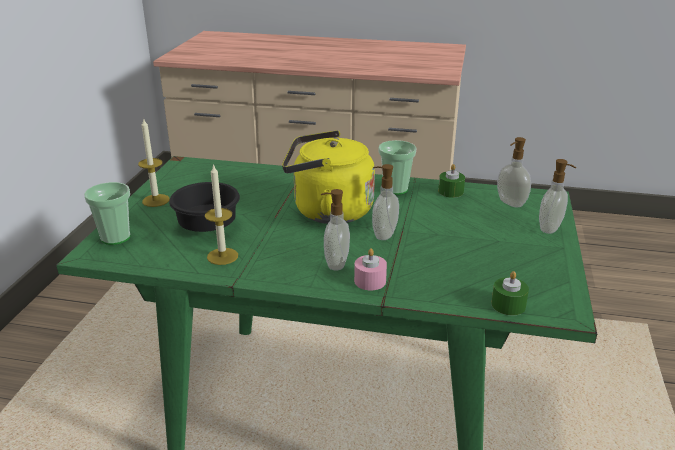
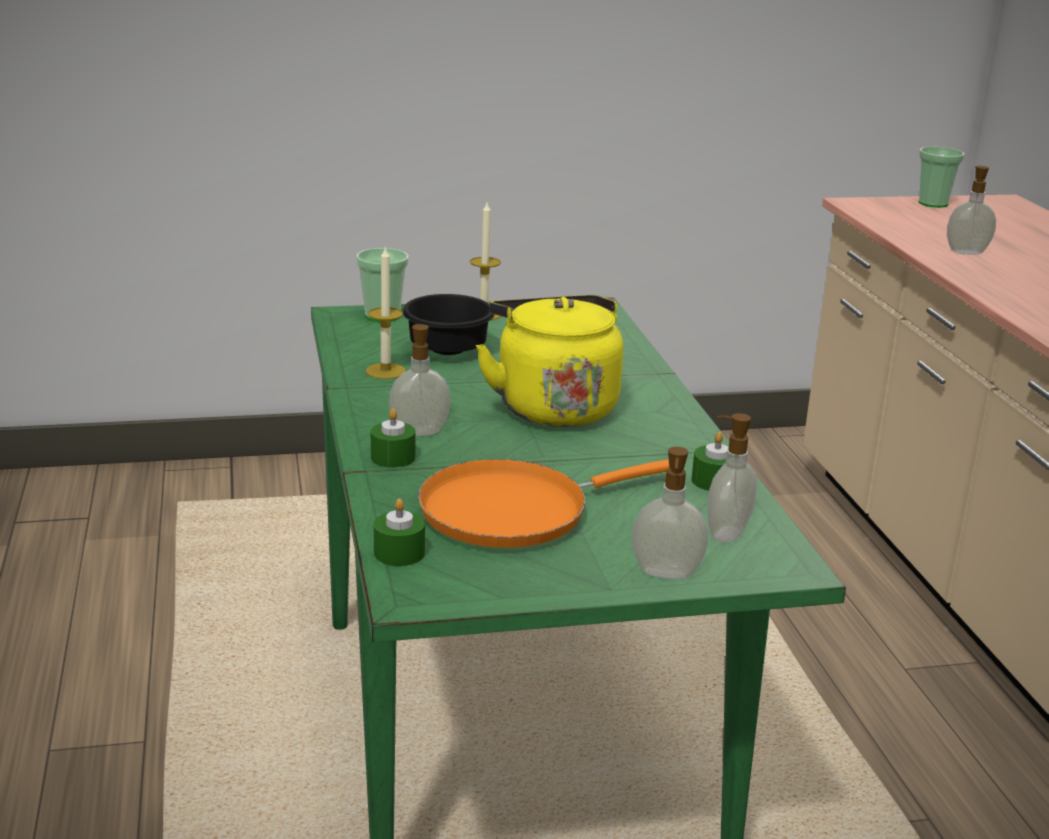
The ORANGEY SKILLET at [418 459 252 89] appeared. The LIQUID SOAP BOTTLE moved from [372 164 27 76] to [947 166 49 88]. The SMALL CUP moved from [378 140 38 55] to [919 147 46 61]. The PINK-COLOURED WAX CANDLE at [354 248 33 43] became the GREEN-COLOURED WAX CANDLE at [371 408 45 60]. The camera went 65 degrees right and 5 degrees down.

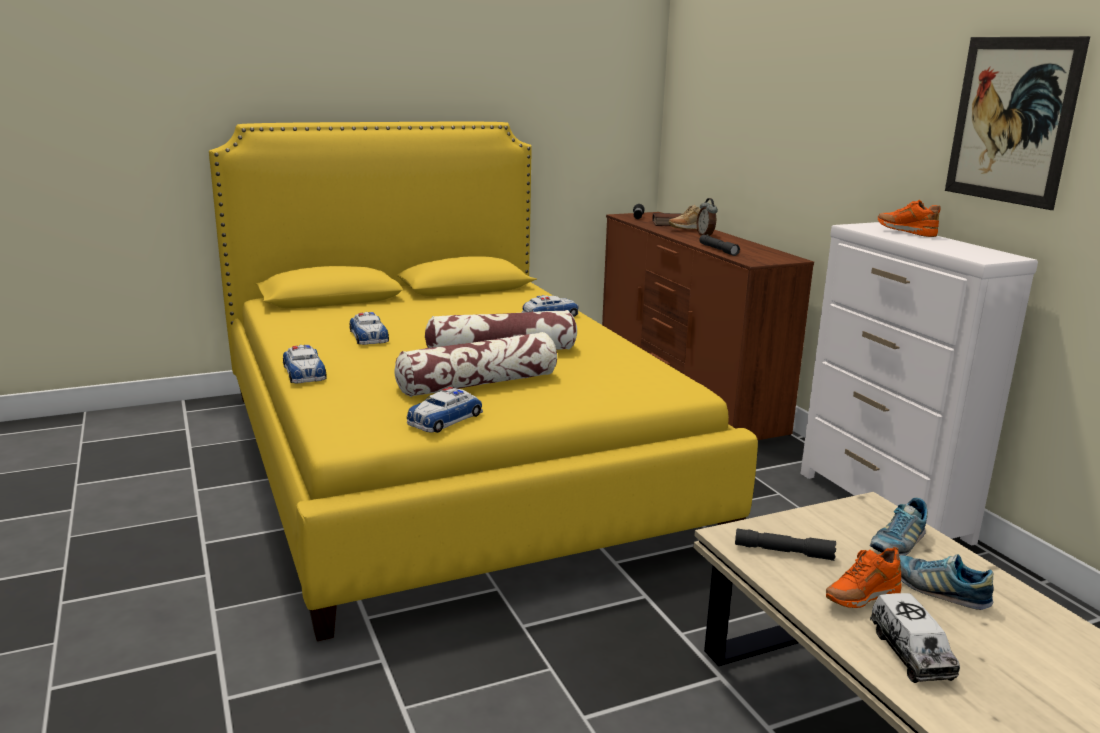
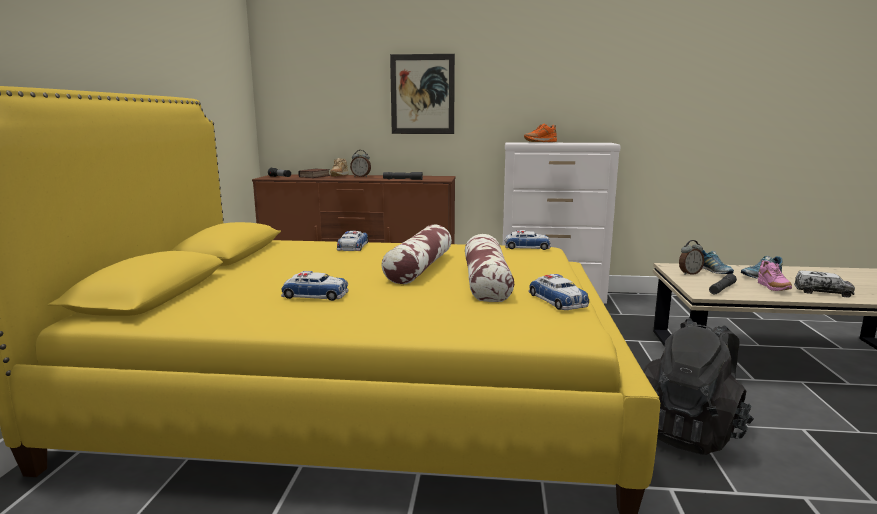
The BLACK-COLOURED RUCKSACK at [643 318 111 137] appeared. The TABLE CLOCK at [679 240 25 35] appeared. The MINIATURE CAR moved from [283 345 44 38] to [504 230 47 20]. The PICTURE moved from [945 36 145 174] to [390 54 65 80]. The ORANGEY LOW SHOE at [826 547 75 61] became the PINK-COLOURED LOW SHOE at [758 260 34 31]. The camera went 60 degrees left and 5 degrees down.

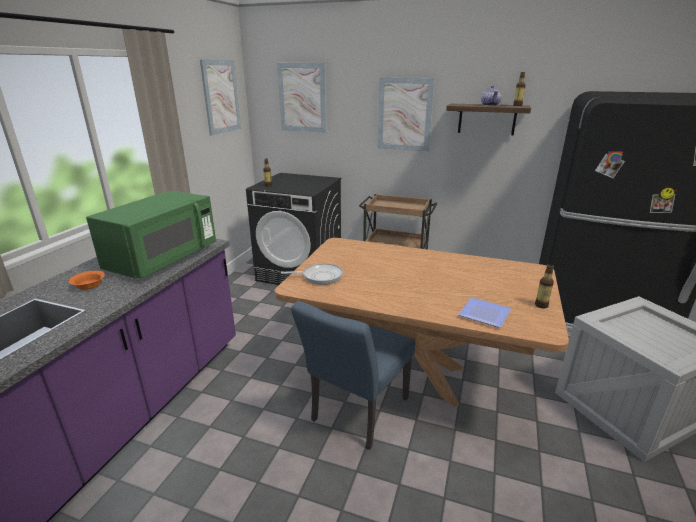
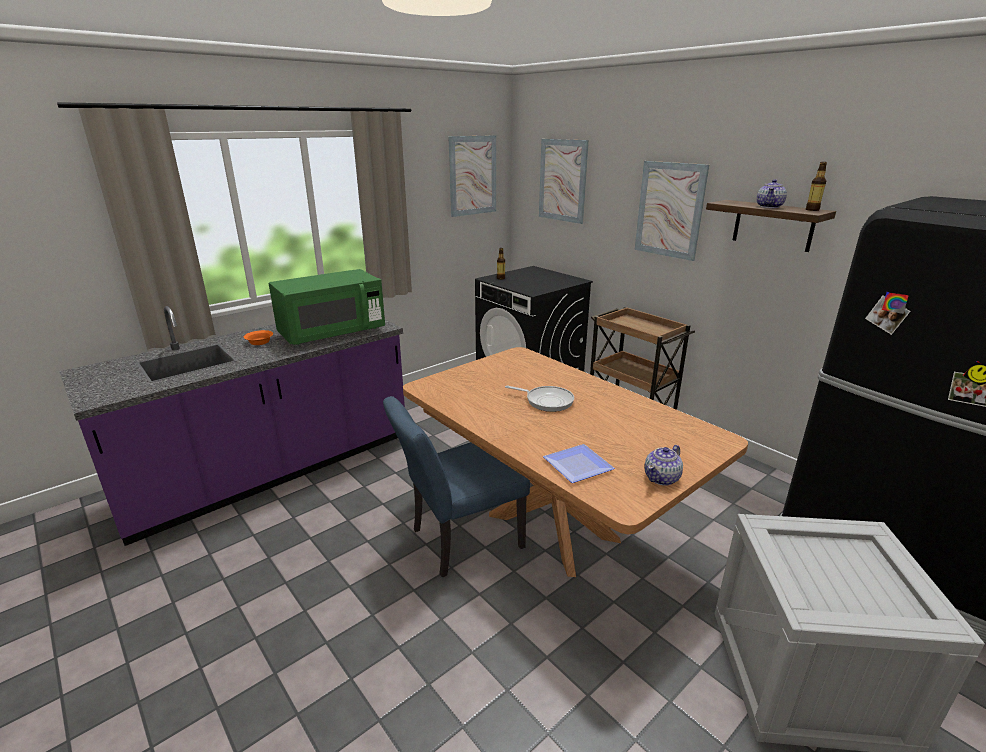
The SKILLET moved from [281 263 62 22] to [505 385 69 27]. The BEVERAGE BOTTLE at [535 264 19 44] was replaced by the POT FOR TEA at [644 445 39 41]. The camera went 30 degrees right and 0 degrees up.

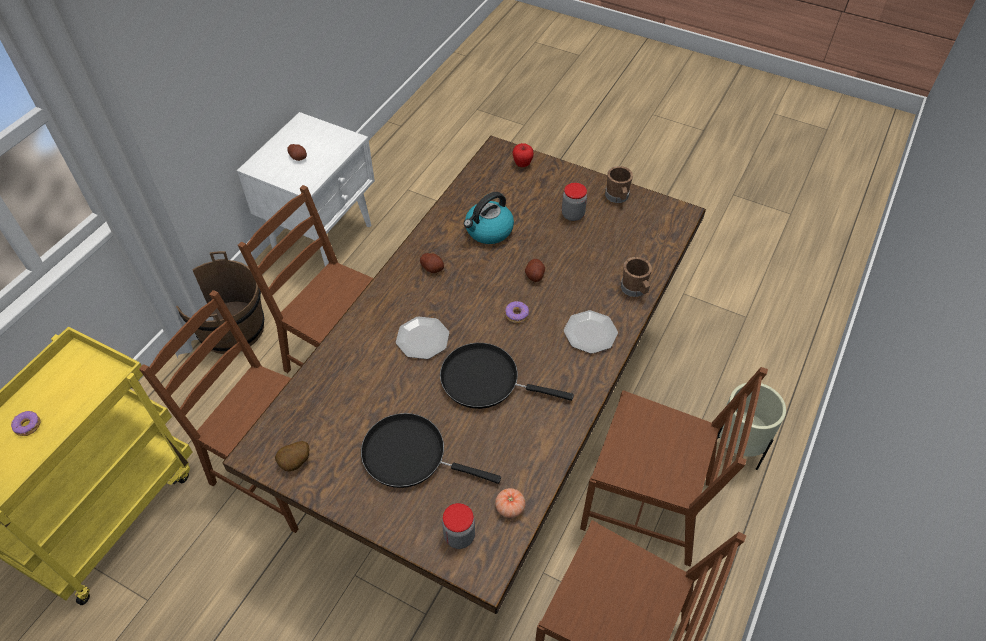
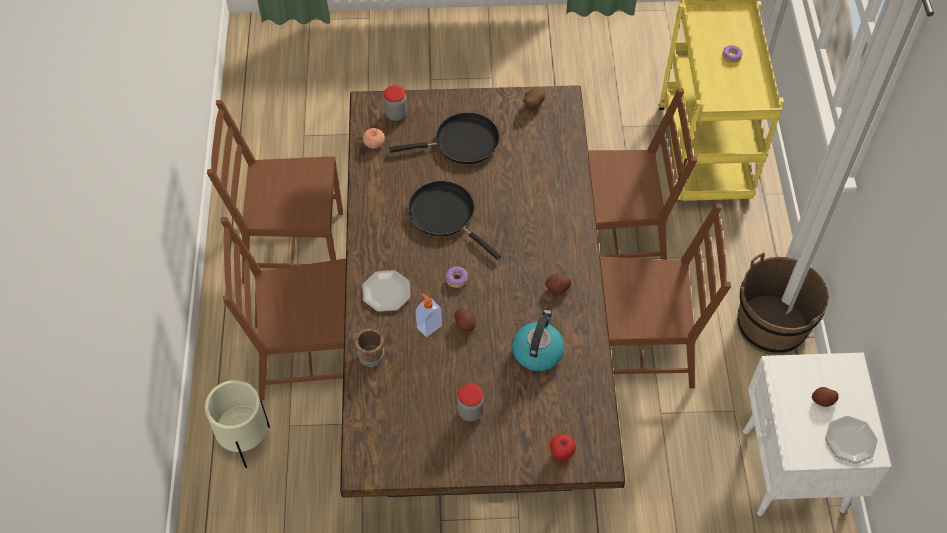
The BROWN TEA MUG at [605 166 28 37] disappeared. The LIQUID SOAP BOTTLE at [416 293 26 44] appeared. The FLAT DISH moved from [396 316 53 43] to [825 416 53 48]. The BLACK-COLOURED SKILLET at [440 343 134 66] turned 120 degrees counterclockwise. The camera went 150 degrees right and 5 degrees up.

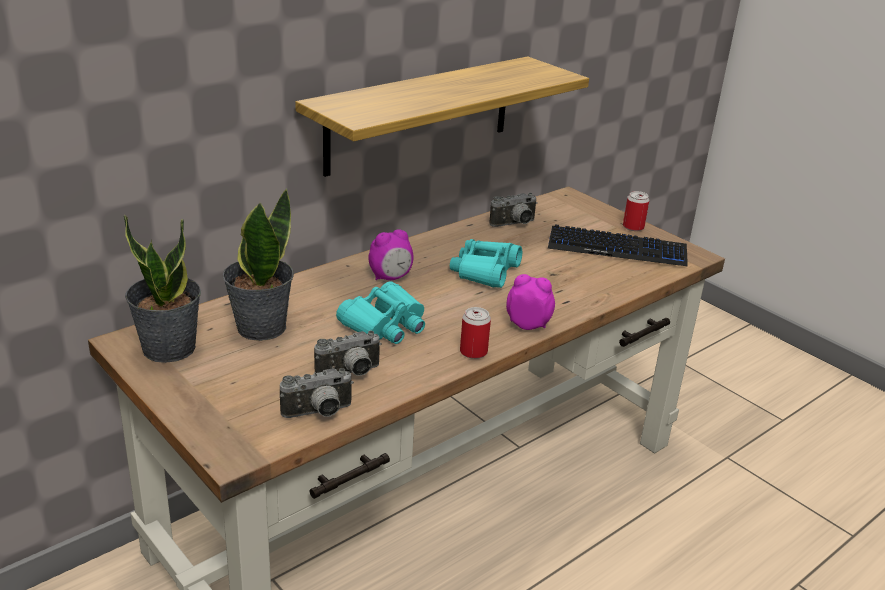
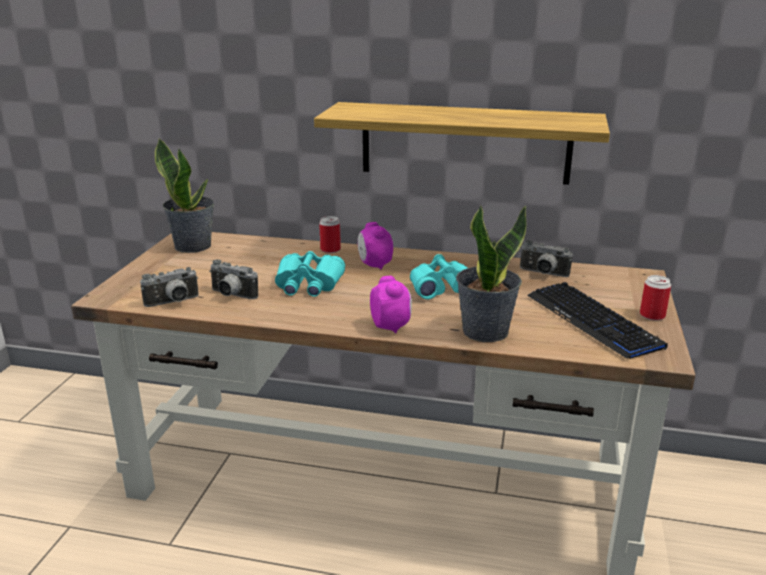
The PLANT IN A POT moved from [223 189 71 152] to [456 205 71 137]. The CAN moved from [460 307 31 52] to [319 216 22 37]. The PHOTO CAMERA at [280 368 74 50] turned 60 degrees counterclockwise. The TABLE CLOCK at [368 229 46 51] turned 45 degrees clockwise. The camera went 55 degrees right and 5 degrees down.

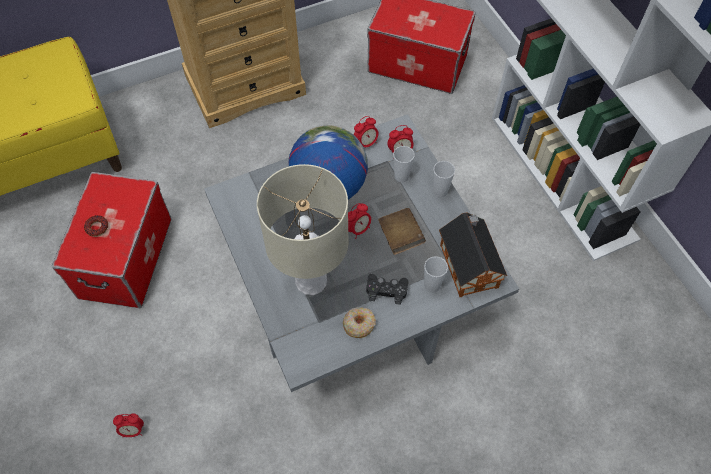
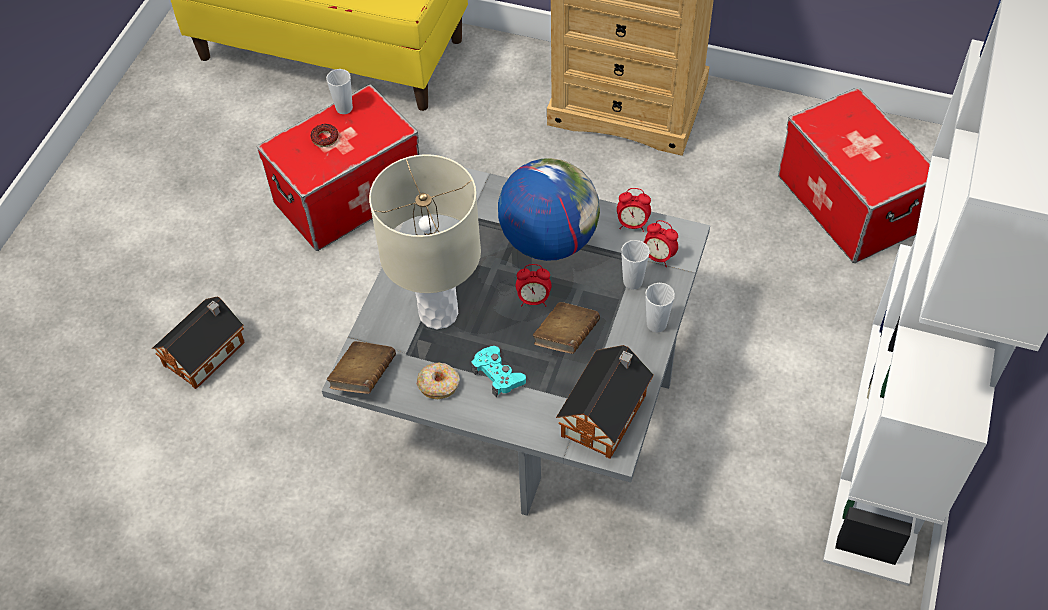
The BROWN BOUND BOOK at [327 341 69 53] appeared. The SMALL CUP moved from [424 256 24 37] to [326 69 27 45]. The TABLE CLOCK at [113 413 31 25] was replaced by the MODEL HOUSE at [152 296 93 93]. The BLACK-COLOURED GAMEPAD at [366 274 42 31] became the TURQUOISE GAMEPAD at [471 346 55 51]. The camera went 45 degrees right and 5 degrees down.

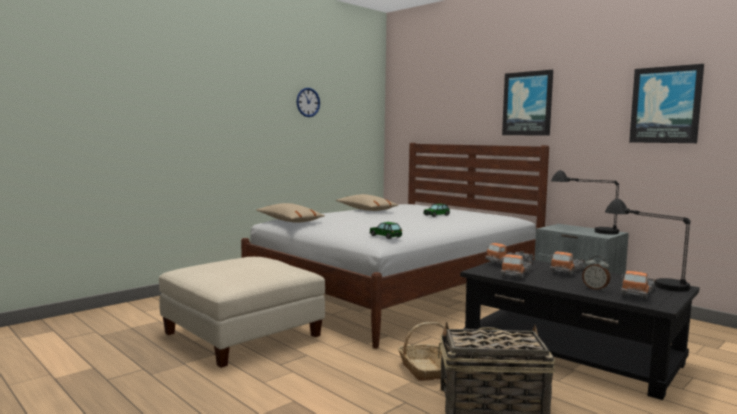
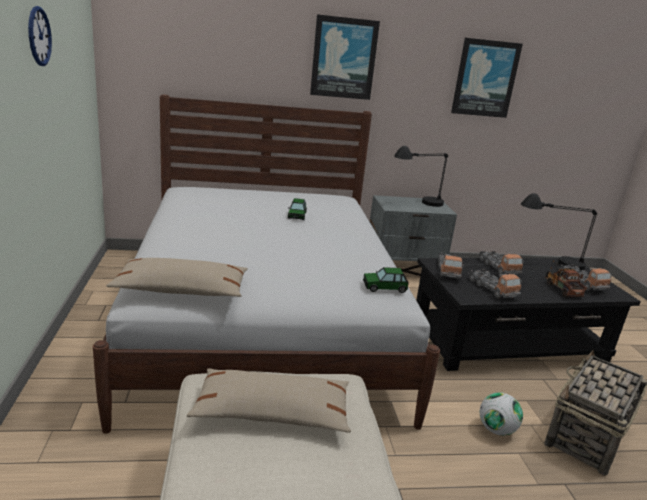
The BEIGE-COLOURED CUSHION moved from [336 194 62 17] to [187 368 164 65]. The HOUSEHOLD BASKET at [398 322 47 59] was replaced by the FOOTBALL BALL at [480 392 43 43]. The TABLE CLOCK at [582 256 28 35] was replaced by the TOY LORRY at [545 260 42 37]. The camera went 55 degrees left and 15 degrees up.

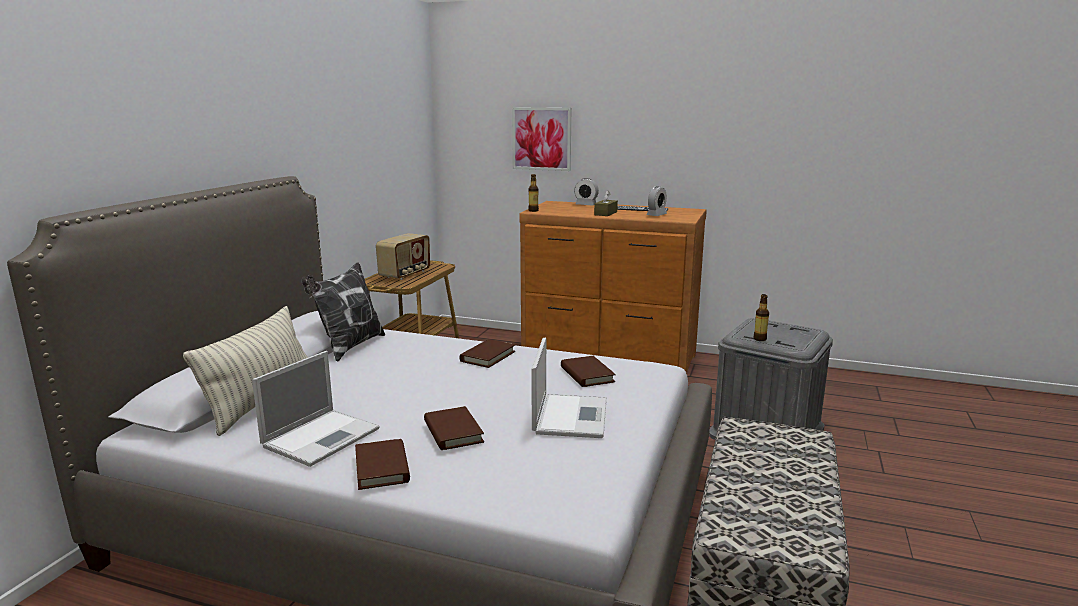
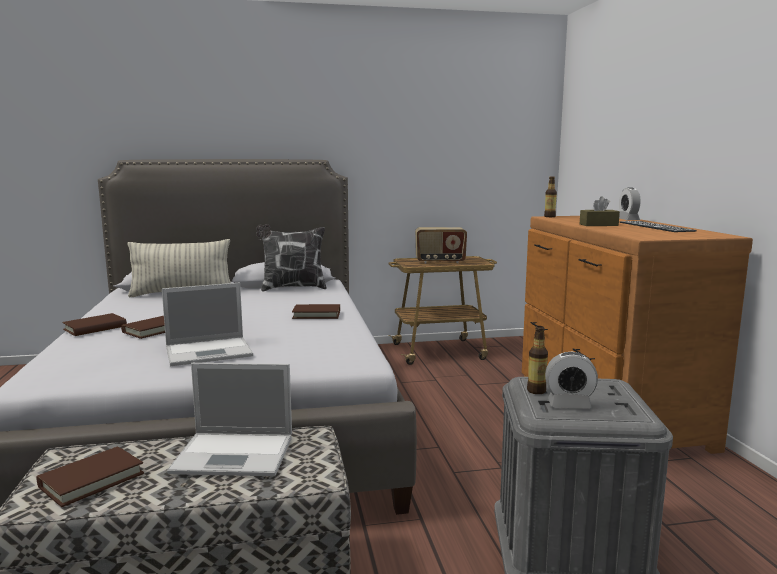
The PICTURE at [512 107 59 64] disappeared. The PORTABLE COMPUTER moved from [252 351 127 116] to [167 363 125 113]. The BROWN BOUND BOOK moved from [561 356 55 31] to [37 447 107 60]. The TABLE CLOCK moved from [646 186 21 30] to [545 352 53 57]. The camera went 60 degrees right and 5 degrees down.

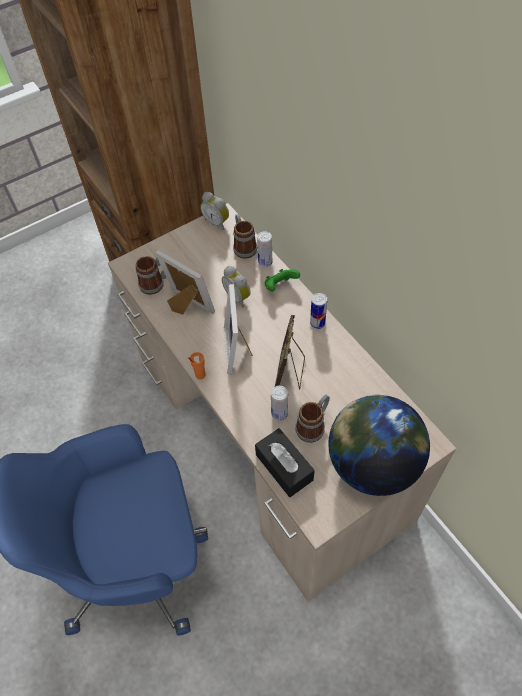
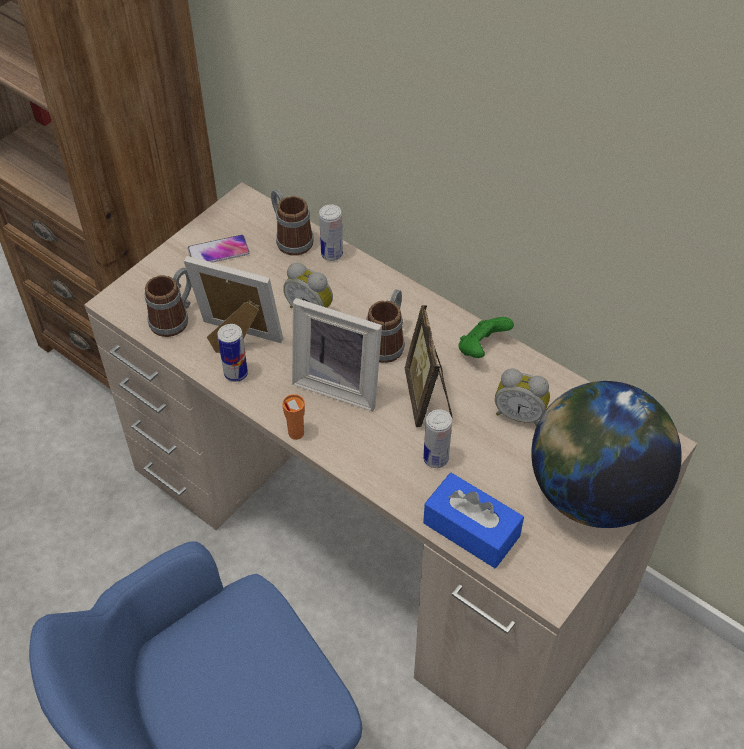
The HANDSET at [188 235 62 28] appeared. The TABLE CLOCK moved from [200 192 29 38] to [495 368 55 58]. The GREEN-COLOURED GAMEPAD moved from [265 269 35 22] to [458 317 56 41]. The TEA MUG moved from [295 395 35 48] to [366 289 39 74]. The CAN moved from [310 293 17 36] to [217 324 31 58]. The BLACK-COLOURED TISSUE HOLDER at [255 428 60 69] became the BLUE TISSUE HOLDER at [423 473 101 95]. The PICTURE FRAME at [224 284 29 90] turned 45 degrees counterclockwise. The camera went 20 degrees left and 5 degrees down.

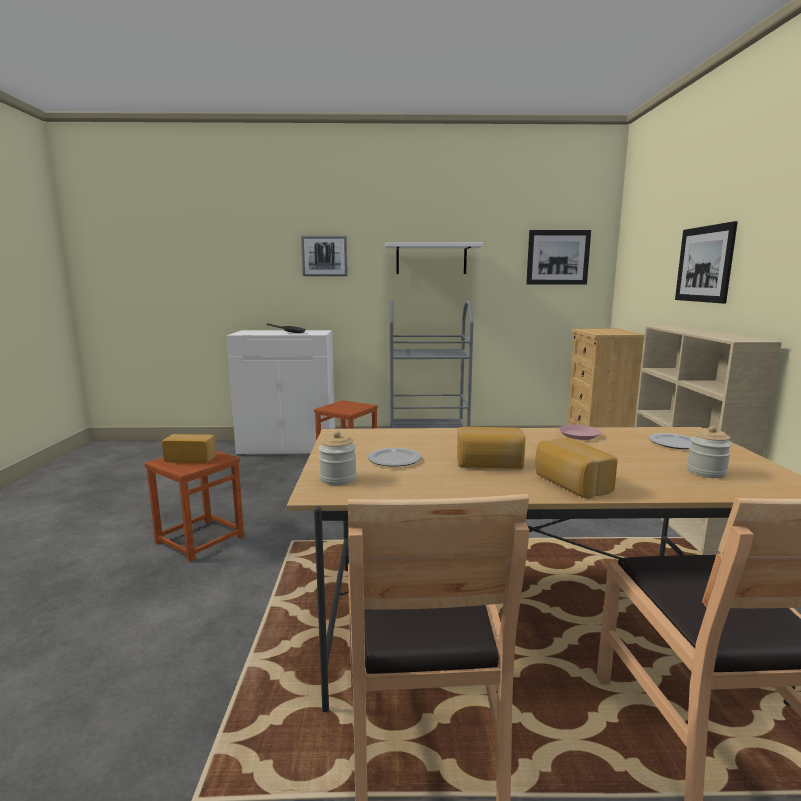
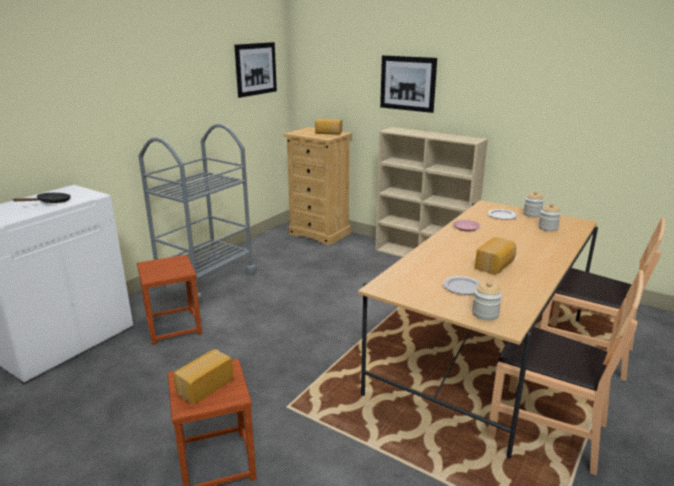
The PICTURE at [301 236 47 40] disappeared. The WHITE-COLOURED SHELF at [385 243 98 31] disappeared. The STORAGE JAR at [523 191 21 26] appeared. The BREAD moved from [535 438 82 61] to [315 118 27 17]. The camera went 55 degrees left and 10 degrees up.

